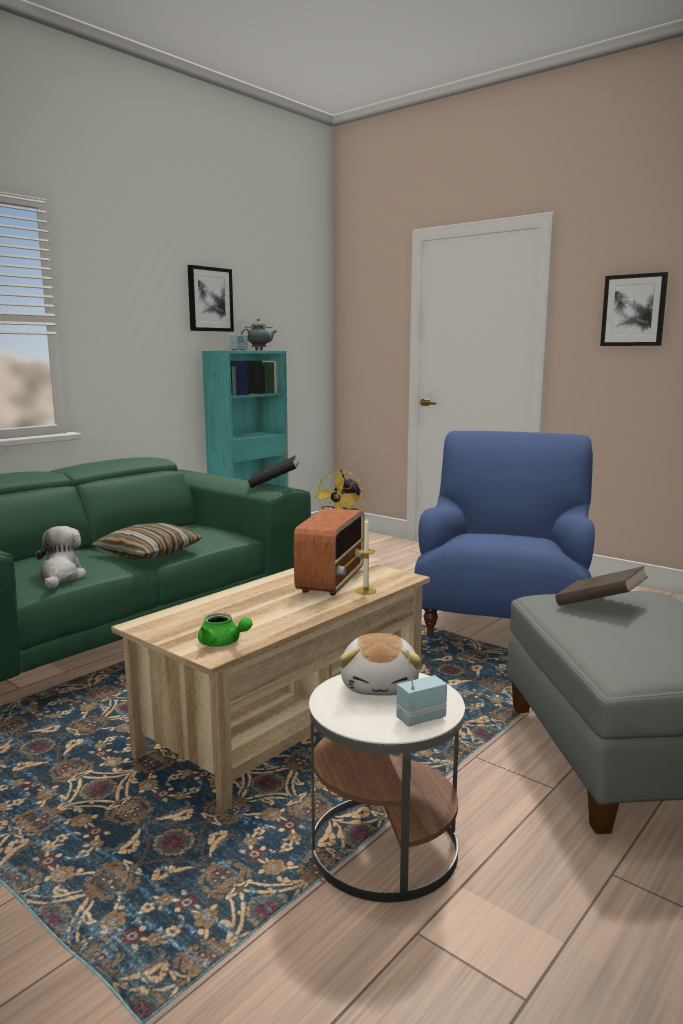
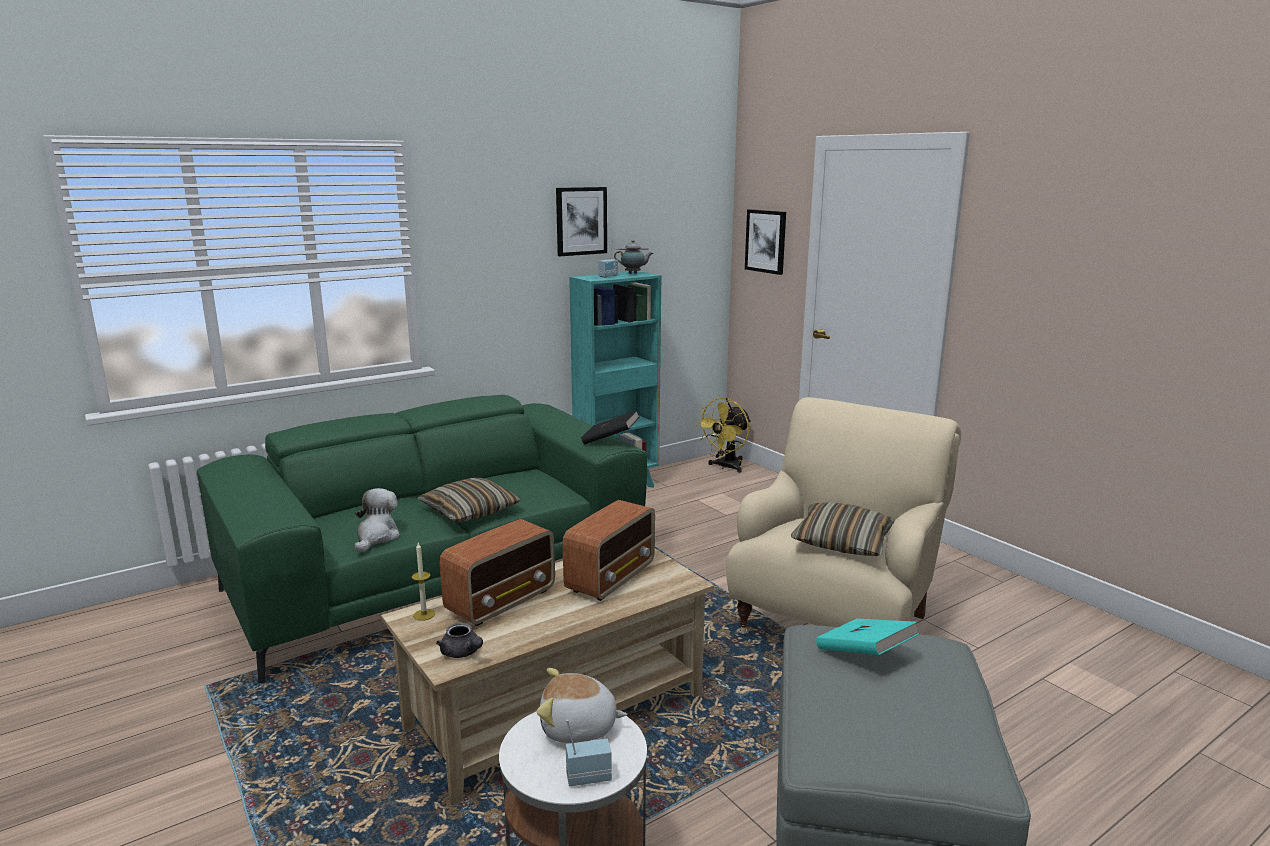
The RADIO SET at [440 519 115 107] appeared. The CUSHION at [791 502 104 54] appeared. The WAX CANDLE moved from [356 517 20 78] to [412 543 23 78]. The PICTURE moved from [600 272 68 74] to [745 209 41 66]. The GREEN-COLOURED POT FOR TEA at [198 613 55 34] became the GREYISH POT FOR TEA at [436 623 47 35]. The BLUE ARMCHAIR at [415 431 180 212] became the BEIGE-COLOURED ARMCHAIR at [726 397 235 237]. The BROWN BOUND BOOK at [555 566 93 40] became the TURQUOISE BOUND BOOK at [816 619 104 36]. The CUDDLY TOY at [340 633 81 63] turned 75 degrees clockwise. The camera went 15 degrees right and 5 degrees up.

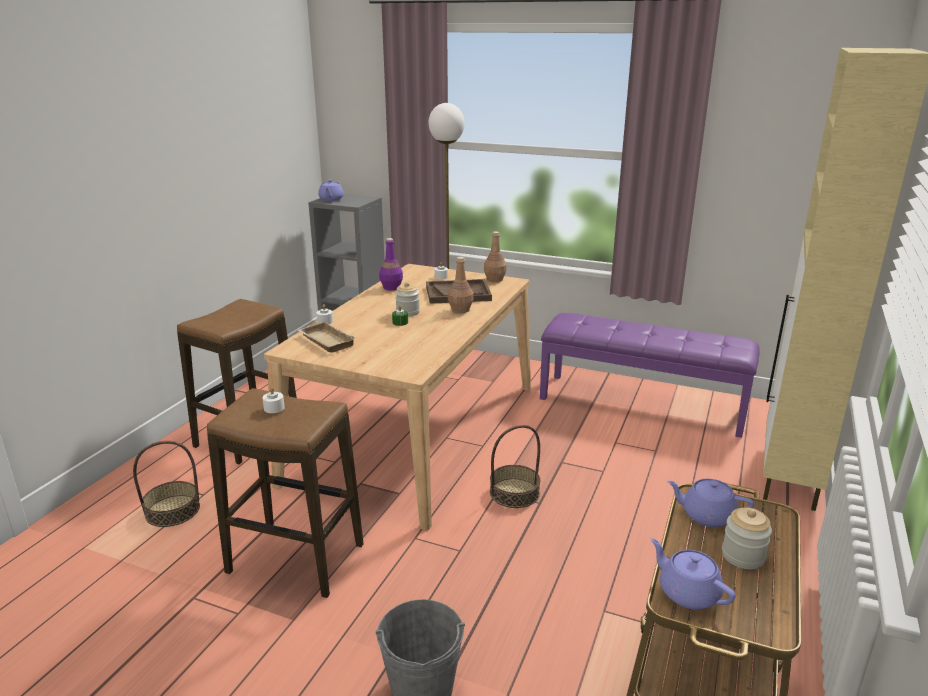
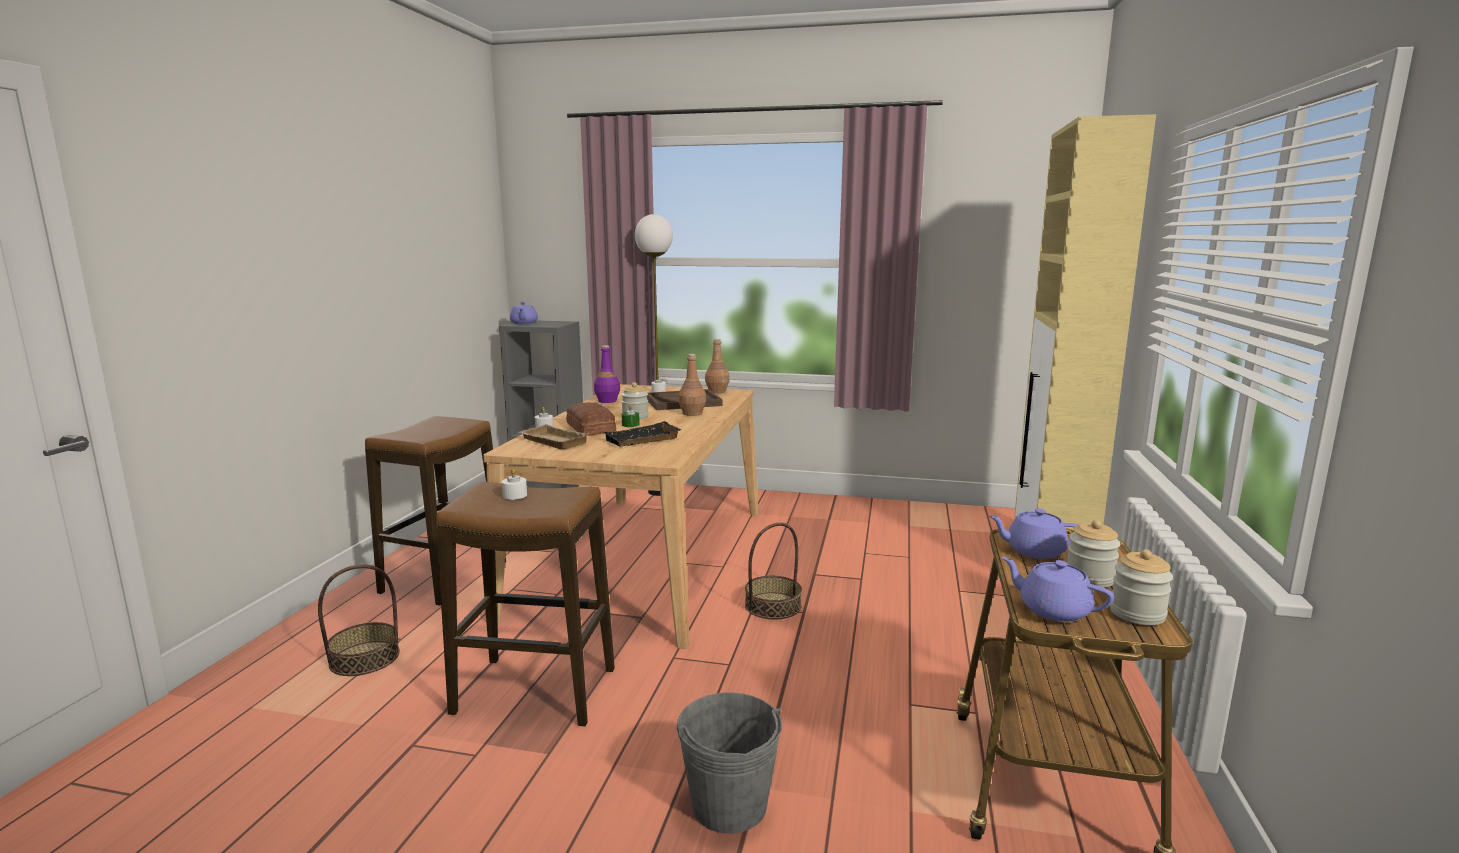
The PURPLE LONG SEAT at [540 313 220 125] disappeared. The BREAD at [566 402 50 34] appeared. The BLACK-COLOURED CARRYING TRAY at [603 421 78 26] appeared. The STORAGE JAR at [1110 549 63 76] appeared. The camera went 10 degrees left and 10 degrees down.

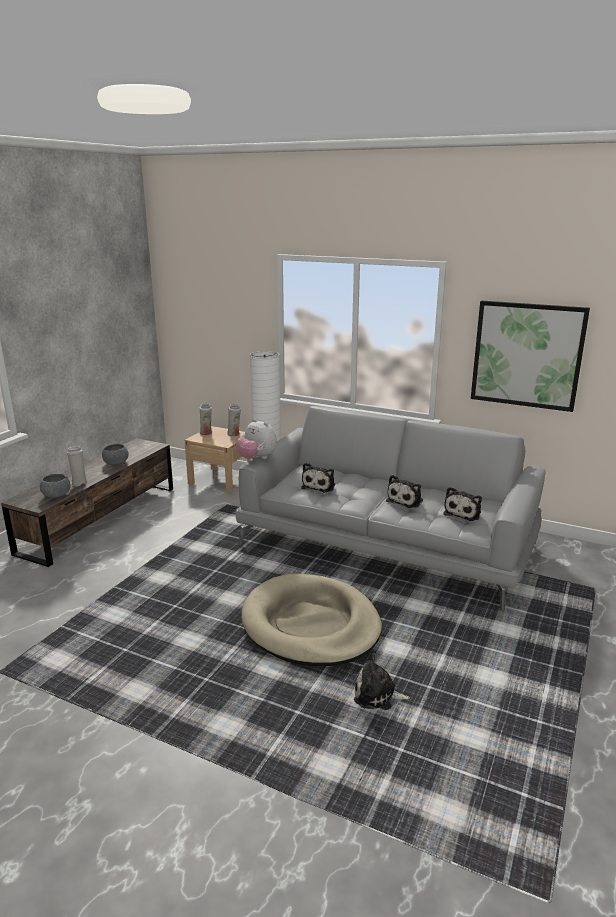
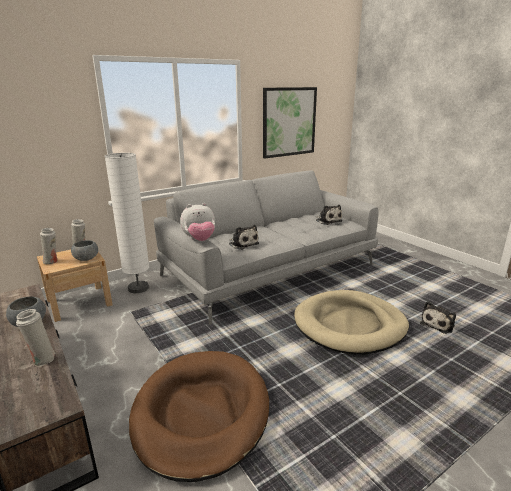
The CUDDLY TOY at [386 475 37 33] disappeared. The BROWN DOG BED at [129 351 140 131] appeared. The GREYISH BOWL moved from [40 474 31 24] to [71 240 27 21]. The camera went 60 degrees left and 0 degrees up.

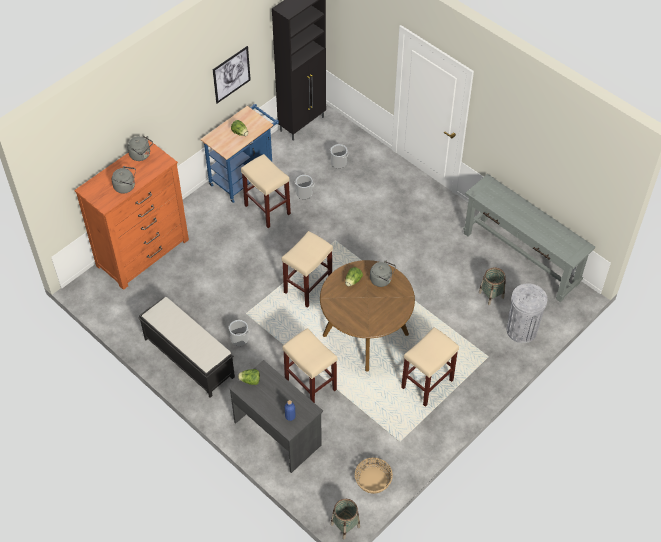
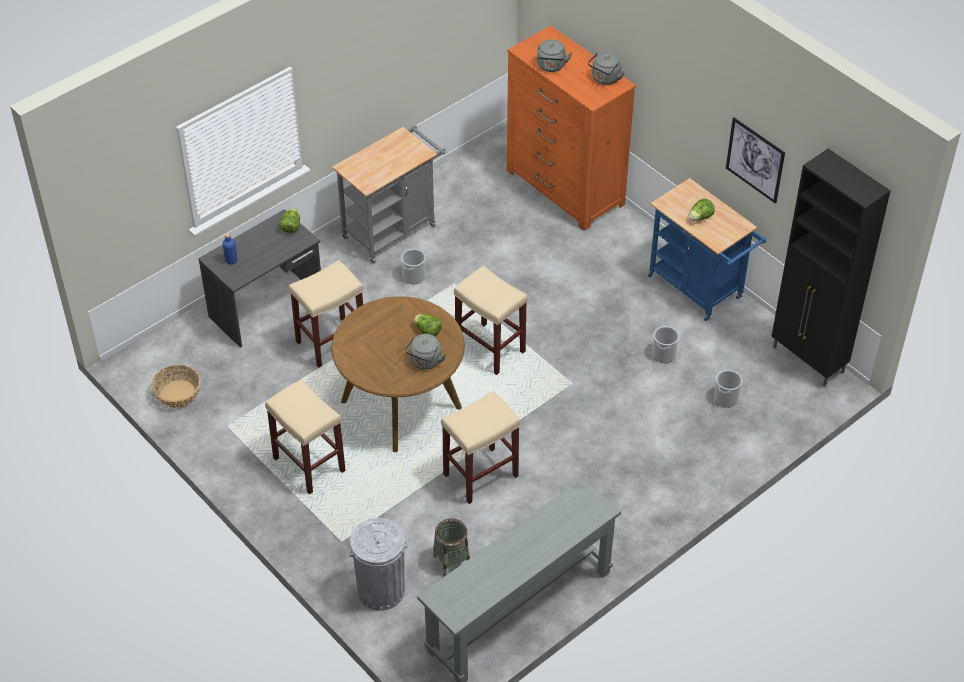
The HOUSEHOLD BASKET at [331 499 29 40] disappeared. The BEIGE-COLOURED STOOL moved from [241 154 50 74] to [441 391 80 113]. The BLACK-COLOURED LONG SEAT at [139 297 96 101] was replaced by the GREYISH WHEELED CART at [332 125 114 139]. The camera went 95 degrees right and 5 degrees down.

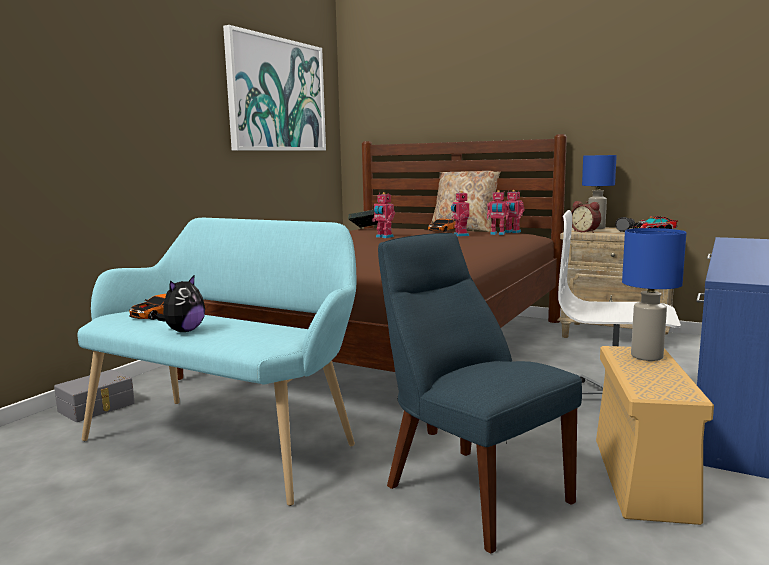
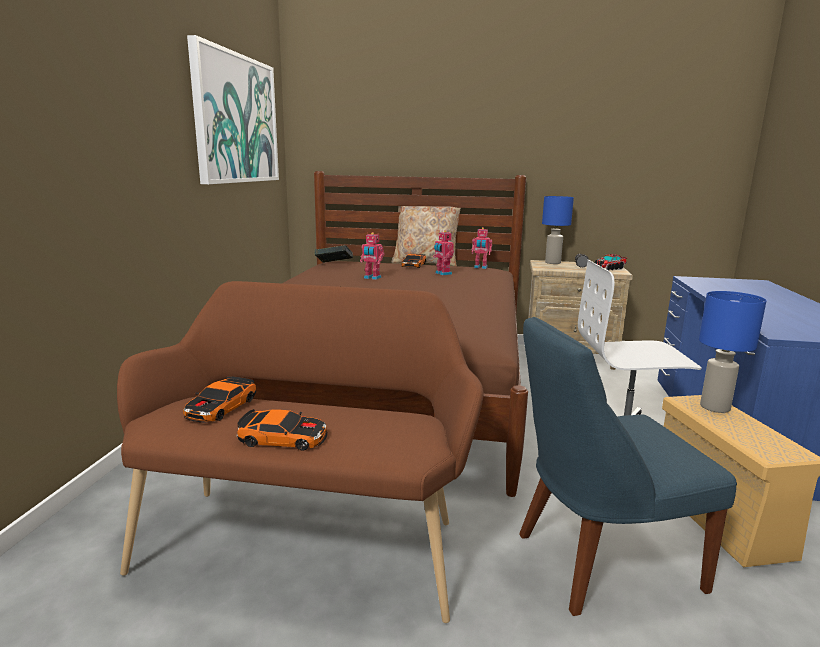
The GREYISH STORAGE BIN at [54 369 81 53] disappeared. The TOY ROBOT at [487 190 22 45] disappeared. The TABLE CLOCK at [572 201 29 32] disappeared. The CUDDLY TOY at [155 274 50 58] was replaced by the MINIATURE CAR at [236 409 91 42]. The TURQUOISE LONG SEAT at [78 218 278 288] became the BROWN LONG SEAT at [117 281 367 342]. The BLUE CHAIR at [378 233 204 321] turned 45 degrees counterclockwise. The camera went 20 degrees left and 5 degrees up.

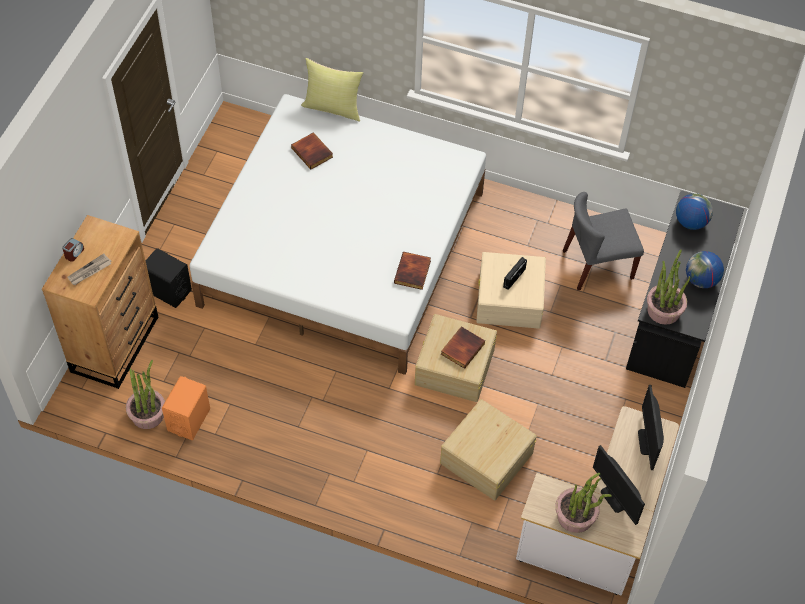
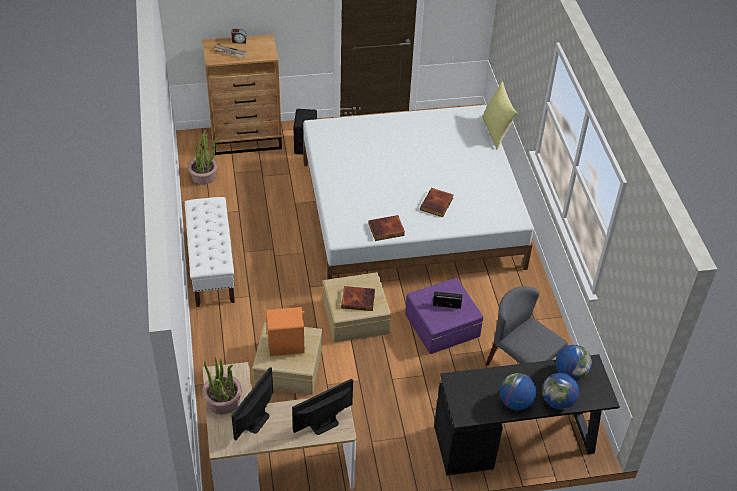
The PLANT IN A POT at [647 249 43 76] disappeared. The WHITE-COLOURED LONG SEAT at [185 197 50 110] appeared. The GLOBE at [542 373 37 37] appeared. The ORANGEY SPEAKER moved from [162 376 48 64] to [267 307 38 49]. The BOUND BOOK moved from [291 132 42 38] to [420 188 33 29]. The BEIGE-COLOURED STORAGE BIN at [476 252 70 77] became the PURPLE STORAGE BIN at [405 278 78 76]. The camera went 60 degrees right and 10 degrees down.

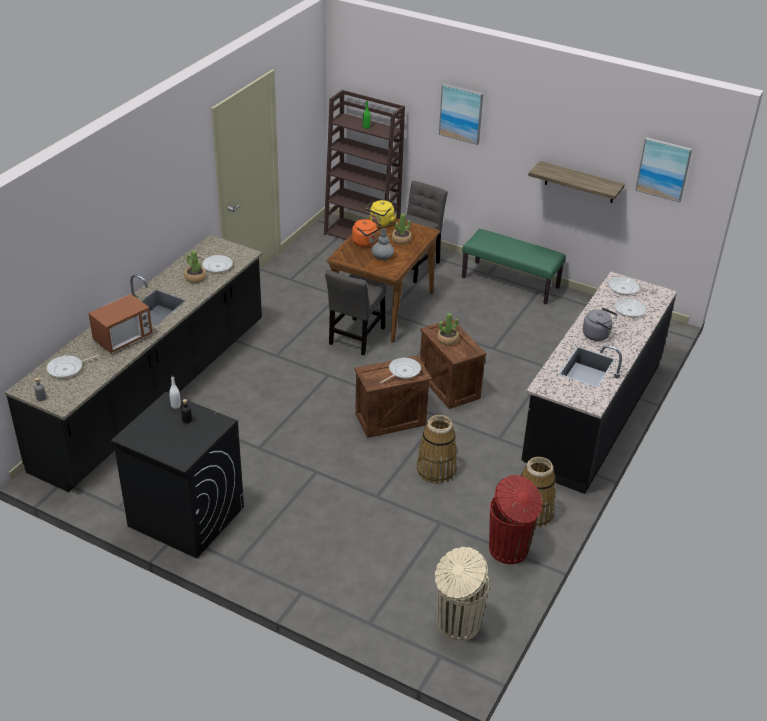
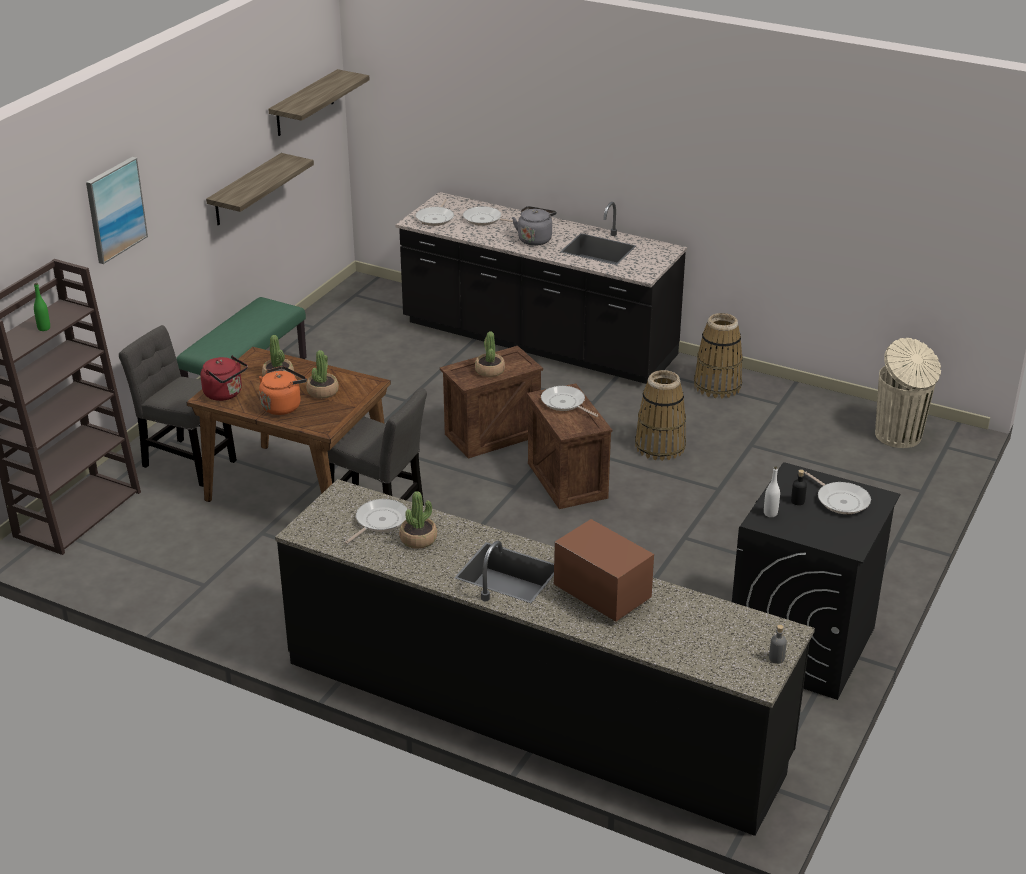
The RED-COLOURED RUBBISH BIN at [489 475 53 89] disappeared. The SKILLET moved from [47 355 53 23] to [805 472 66 42]. The GREYISH FLOWER VASE at [371 228 23 32] was replaced by the PLANT IN A POT at [306 350 33 49]. The PICTURE at [635 137 57 66] was replaced by the SHELF at [269 69 101 67]. The YELLOW KETTLE at [366 200 31 27] became the RED-COLOURED KETTLE at [201 355 47 46]. The camera went 90 degrees left and 5 degrees down.

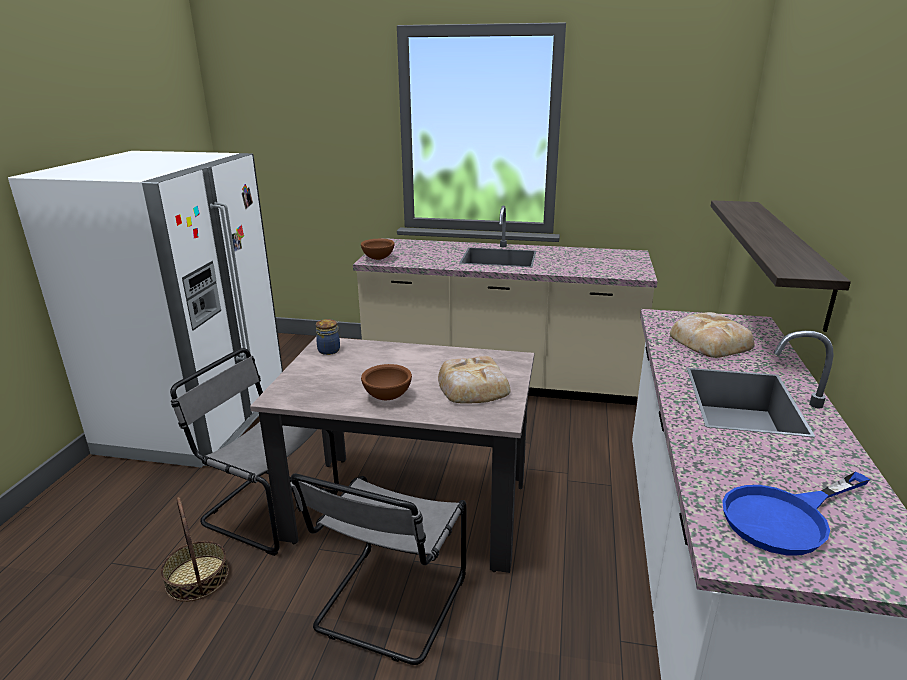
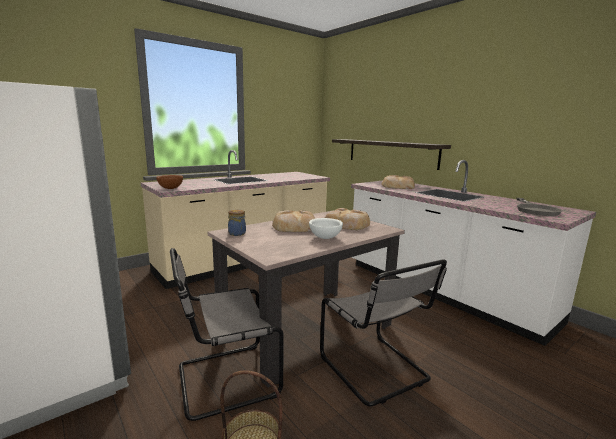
The BREAD at [272 210 43 22] appeared. The BROWN BOWL at [361 364 51 36] became the WHITE-COLOURED BOWL at [309 218 34 21]. The BLUE SKILLET at [722 471 148 84] became the GREYISH SKILLET at [517 198 46 18]. The camera went 50 degrees left and 10 degrees down.

